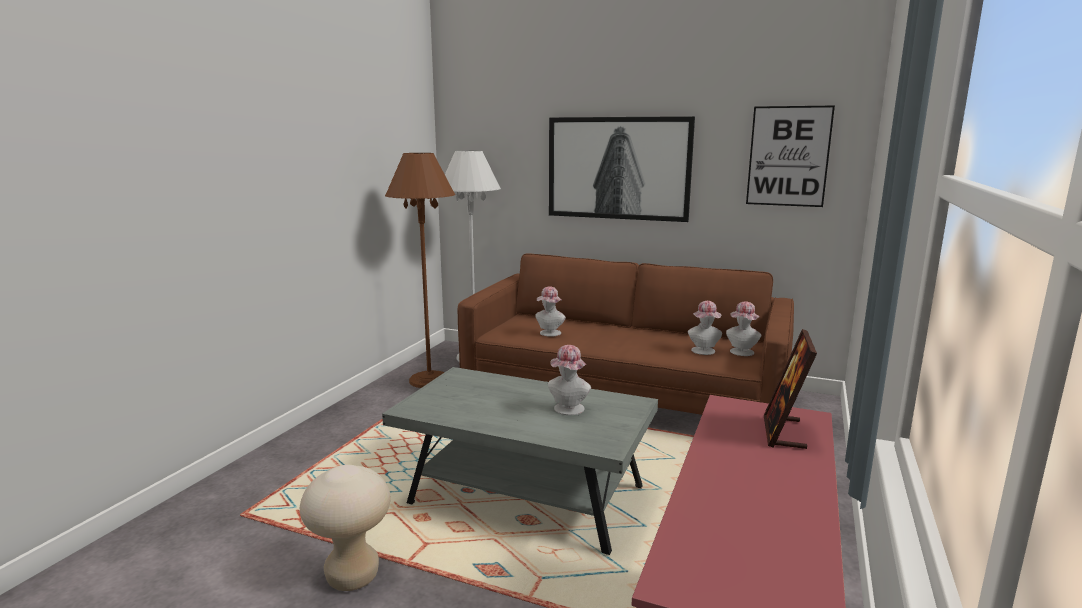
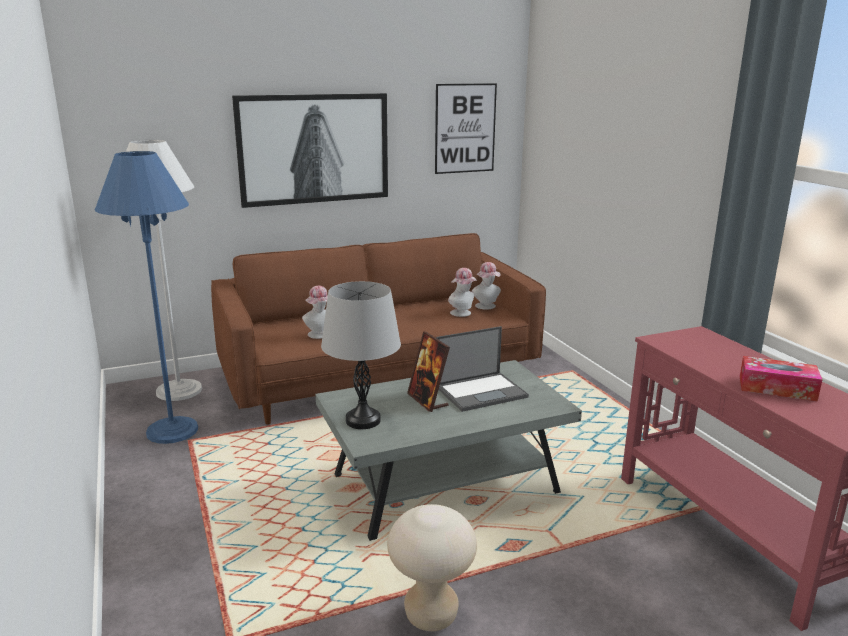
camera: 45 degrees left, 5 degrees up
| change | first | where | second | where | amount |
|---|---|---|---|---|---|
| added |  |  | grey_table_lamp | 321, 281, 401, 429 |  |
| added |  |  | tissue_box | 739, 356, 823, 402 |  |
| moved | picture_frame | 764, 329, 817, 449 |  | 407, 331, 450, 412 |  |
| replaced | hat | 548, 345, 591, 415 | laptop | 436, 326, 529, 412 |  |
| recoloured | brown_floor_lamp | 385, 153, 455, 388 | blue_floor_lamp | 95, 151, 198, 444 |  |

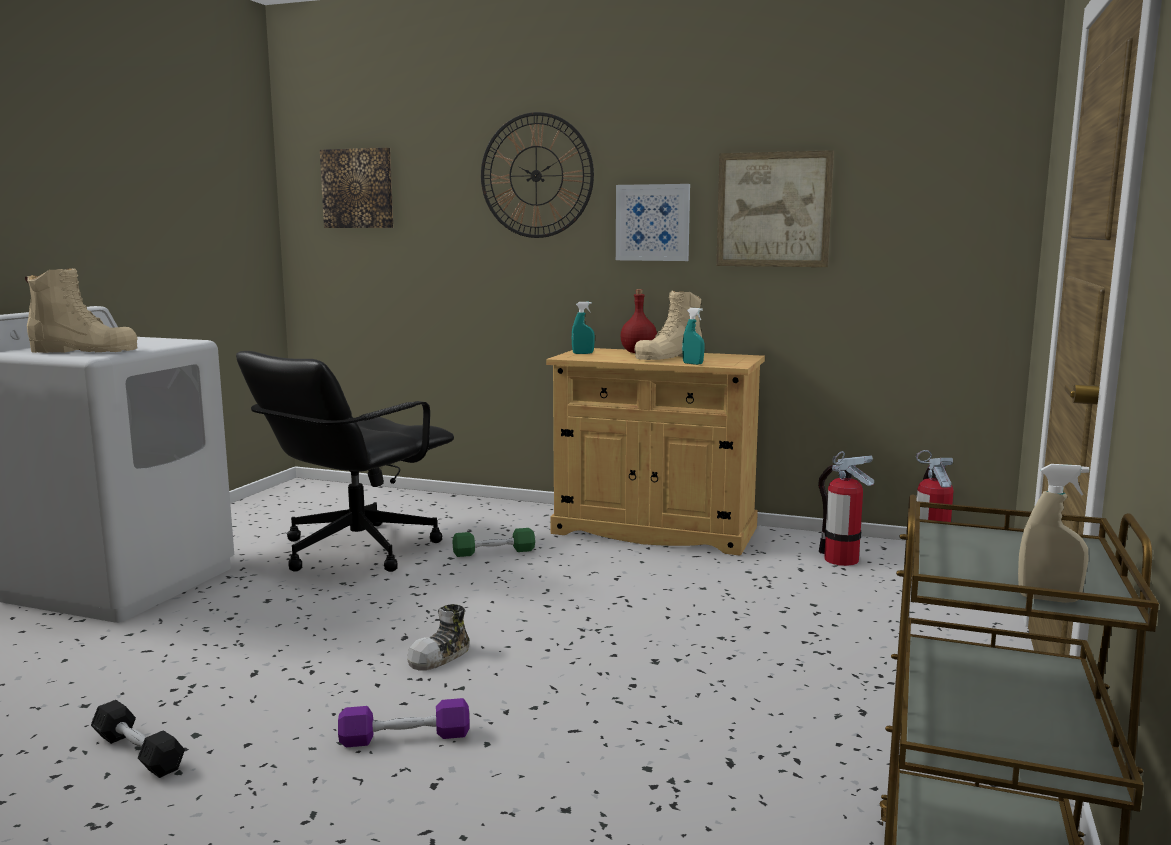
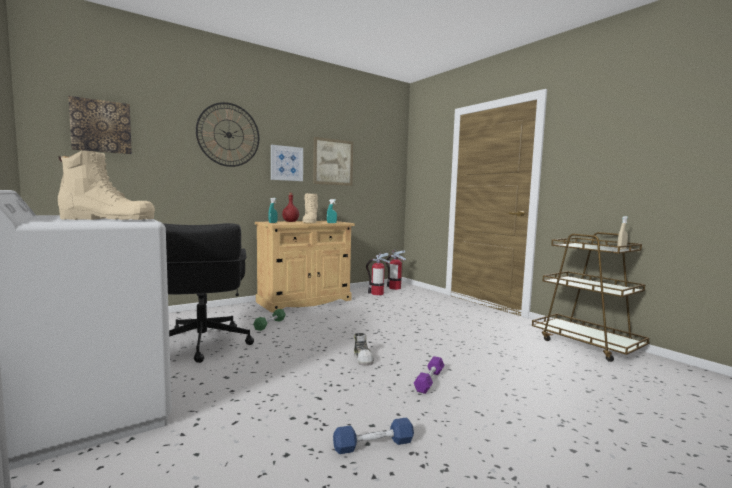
camera: 55 degrees left, 5 degrees down
| change | first | where | second | where | amount |
|---|---|---|---|---|---|
| recoloured | black_dumbbell | 91, 700, 185, 778 | blue_dumbbell | 333, 417, 414, 454 |  |
| turned | beige_boot | 25, 268, 137, 353 |  | 58, 150, 155, 220 | 45 degrees clockwise |

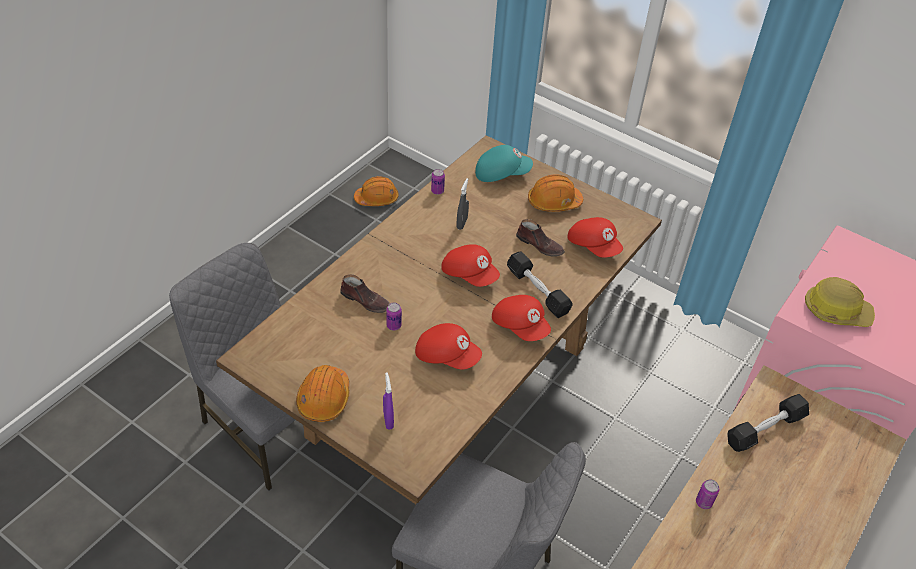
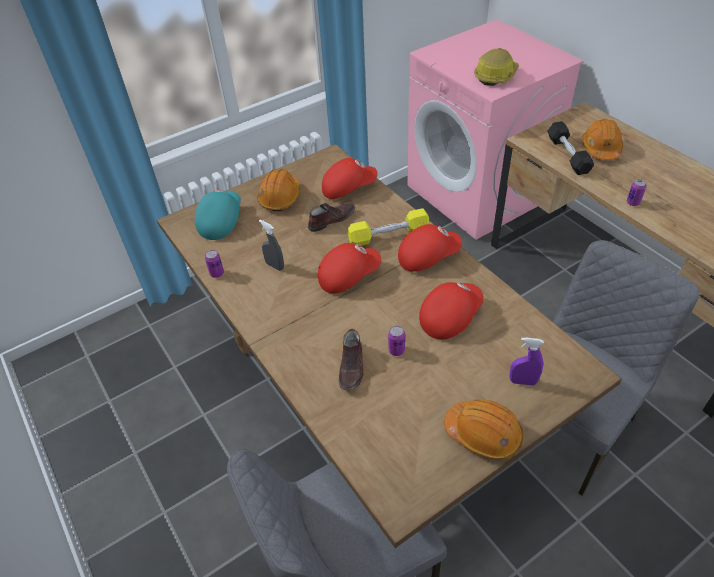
camera: 65 degrees left, 0 degrees up
| change | first | where | second | where | amount |
|---|---|---|---|---|---|
| moved | orange_hard_hat | 354, 176, 398, 206 |  | 582, 119, 623, 160 |  |
| recoloured | black_dumbbell | 507, 252, 573, 318 | yellow_dumbbell | 348, 208, 430, 246 |  |
| turned | brown_shoe | 340, 274, 390, 313 |  | 339, 329, 363, 391 | 135 degrees clockwise |

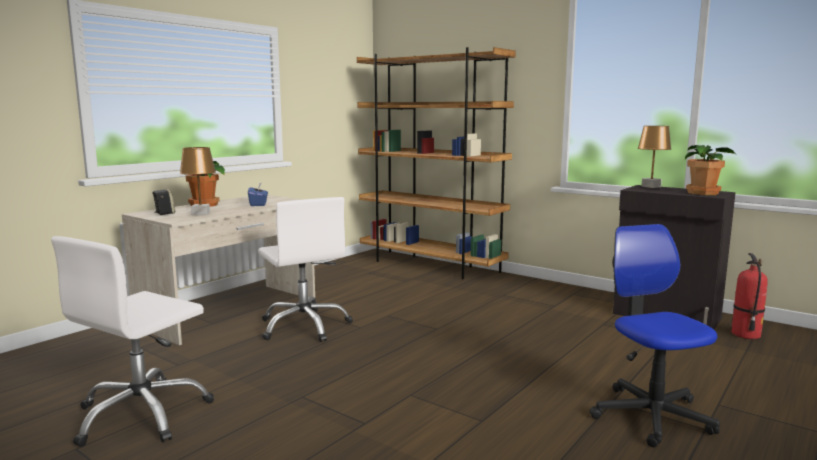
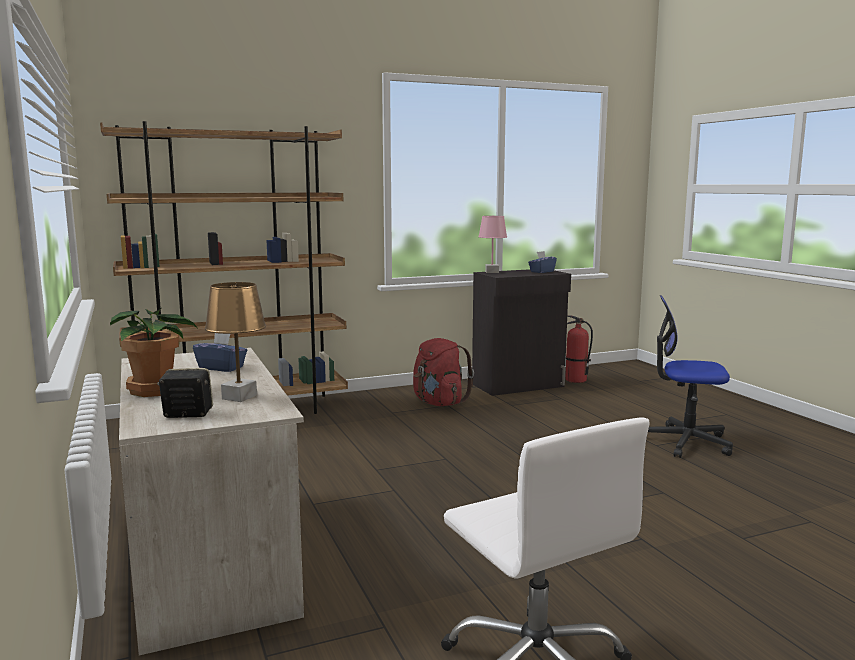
camera: 60 degrees left, 0 degrees up
| change | first | where | second | where | amount |
|---|---|---|---|---|---|
| removed | white_office_chair | 258, 197, 353, 342 |  |  |  |
| added |  |  | red_backpack | 413, 338, 474, 406 |  |
| replaced | potted_plant | 685, 145, 737, 195 | blue_tissue_box | 528, 251, 557, 273 |  |
| recoloured | brown_table_lamp | 638, 126, 671, 188 | pink_table_lamp | 478, 216, 507, 273 |  |

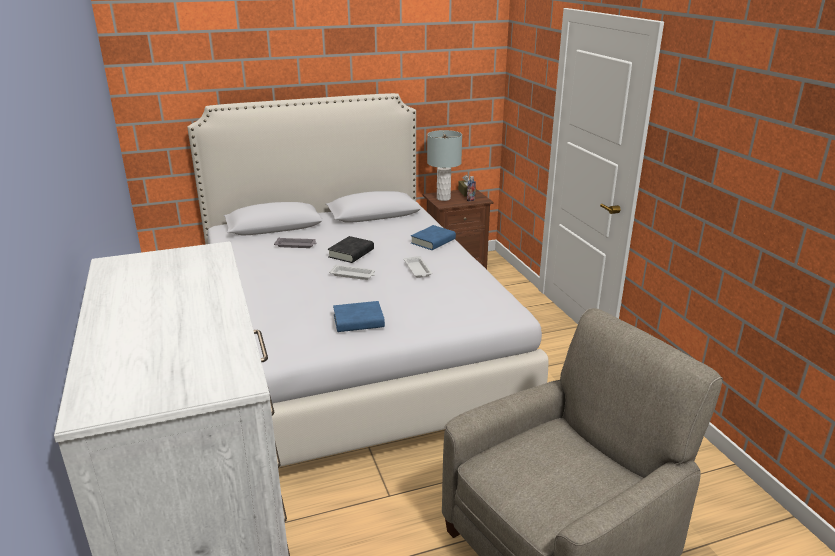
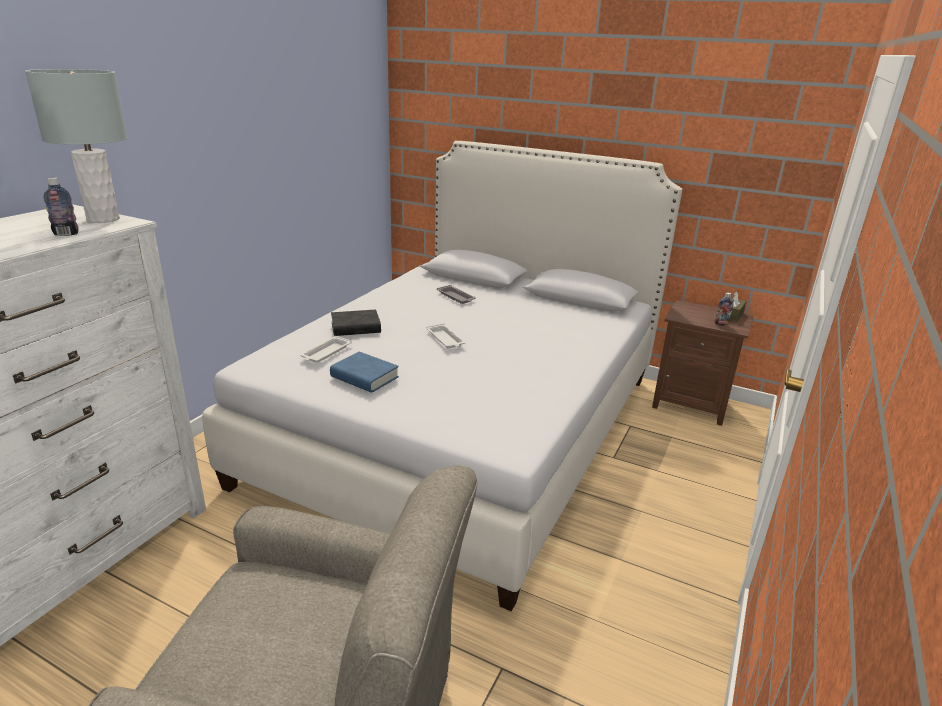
camera: 45 degrees right, 0 degrees up
| change | first | where | second | where | amount |
|---|---|---|---|---|---|
| removed | blue_book | 411, 225, 456, 250 |  |  |  |
| added |  |  | bottle | 43, 177, 79, 236 |  |
| moved | black_book | 328, 236, 374, 263 |  | 331, 309, 381, 336 |  |
| moved | white_tray | 404, 256, 432, 278 |  | 300, 336, 352, 363 |  |
| moved | grey_table_lamp | 427, 130, 462, 201 |  | 25, 69, 127, 223 |  |

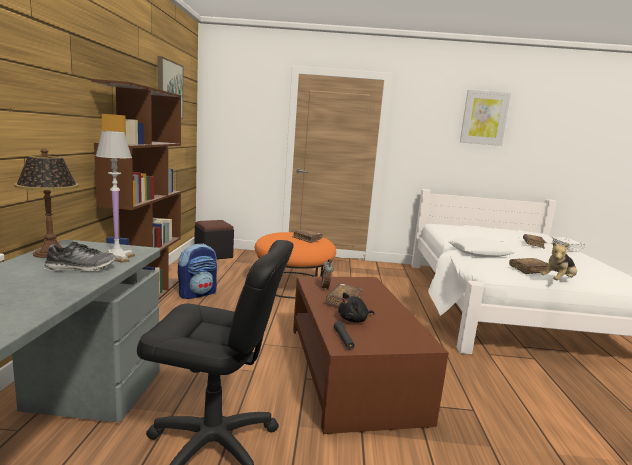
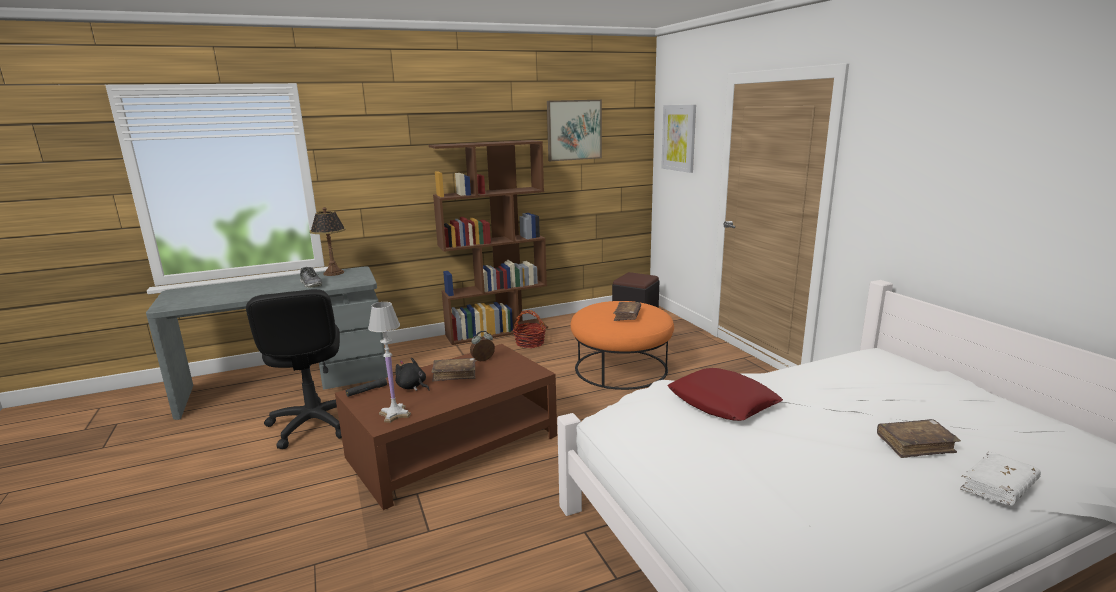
camera: 65 degrees right, 5 degrees up
| change | first | where | second | where | amount |
|---|---|---|---|---|---|
| removed | brown_book | 509, 258, 548, 274 |  |  |  |
| removed | plush_toy | 540, 242, 577, 280 |  |  |  |
| moved | white_table_lamp | 95, 131, 135, 263 |  | 368, 302, 411, 423 |  |
| moved | picture | 460, 90, 511, 146 |  | 661, 105, 696, 173 |  |
| replaced | backpack | 178, 244, 217, 299 | basket | 513, 310, 546, 348 |  |
| recoloured | white_pillow | 448, 237, 515, 257 | red_pillow | 668, 368, 783, 421 |  |

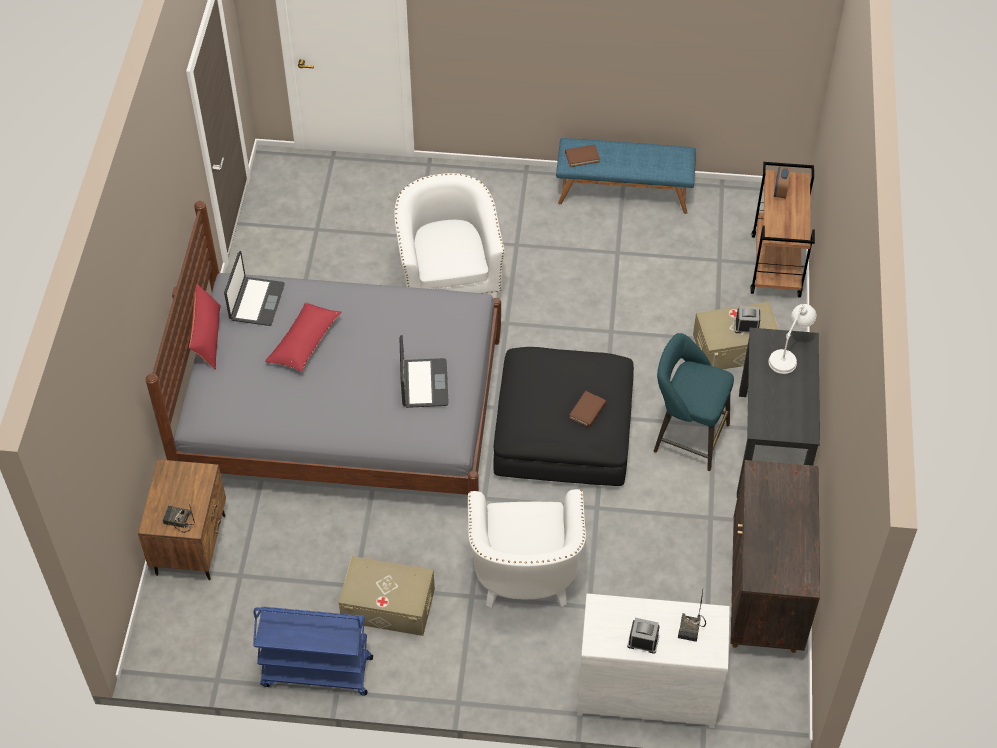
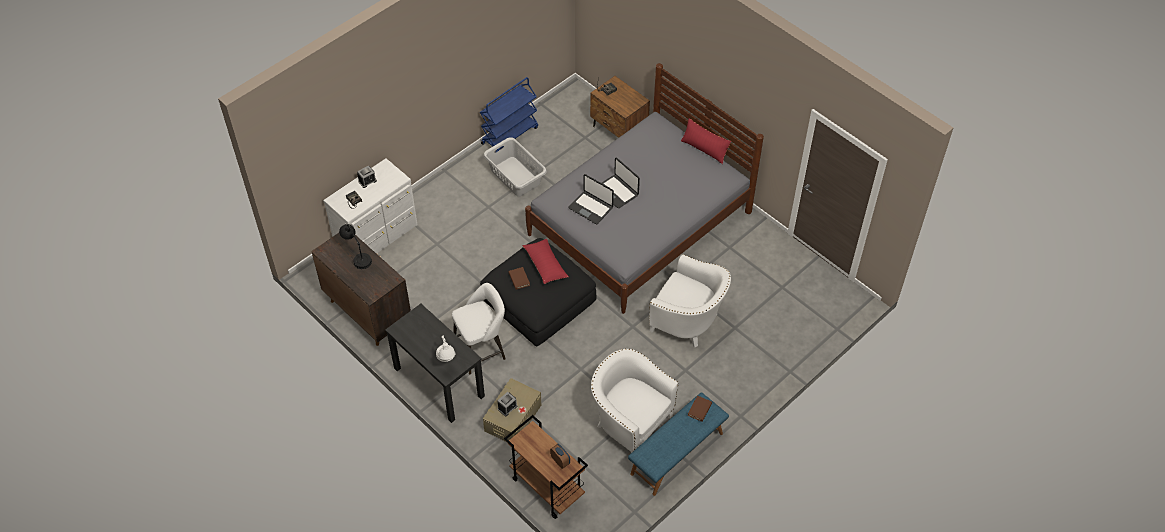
camera: 130 degrees right, 0 degrees up
| change | first | where | second | where | amount |
|---|---|---|---|---|---|
| added |  |  | black_table_lamp | 339, 224, 372, 269 |  |
| moved | laptop | 224, 251, 285, 326 |  | 602, 158, 640, 208 |  |
| moved | red_pillow | 265, 303, 342, 372 |  | 522, 239, 569, 284 |  |
| moved | white_armchair | 468, 489, 586, 608 |  | 591, 349, 678, 453 |  |
| replaced | beige_storage_box | 339, 556, 435, 636 | grey_laundry_basket | 483, 137, 547, 196 |  |
| recoloured | turquoise_stool | 654, 333, 734, 471 | white_stool | 452, 283, 506, 374 |  |

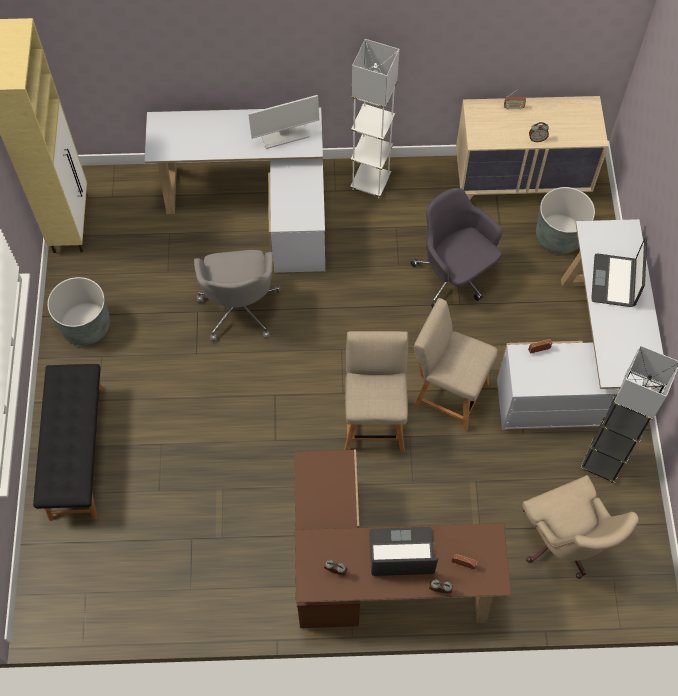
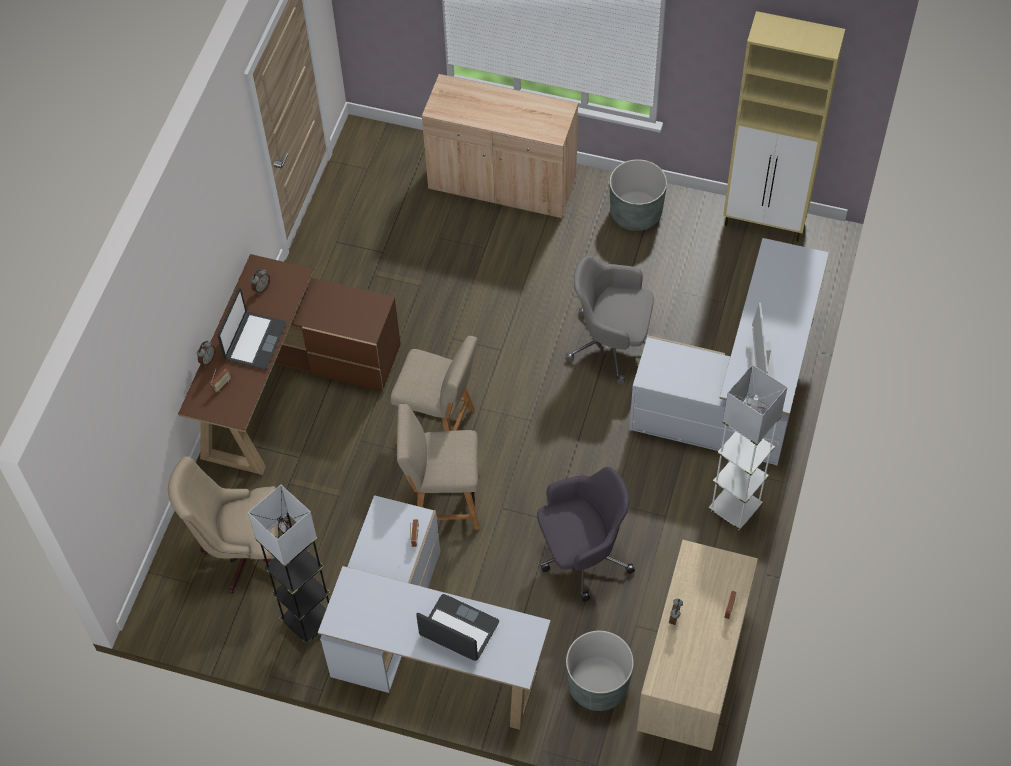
camera: 110 degrees right, 5 degrees down
| change | first | where | second | where | amount |
|---|---|---|---|---|---|
| replaced | black_bench | 33, 364, 105, 521 | beige_cabinet | 422, 74, 578, 218 |  |
| turned | beige_chair | 413, 298, 498, 432 |  | 397, 404, 480, 530 | 135 degrees counterclockwise |

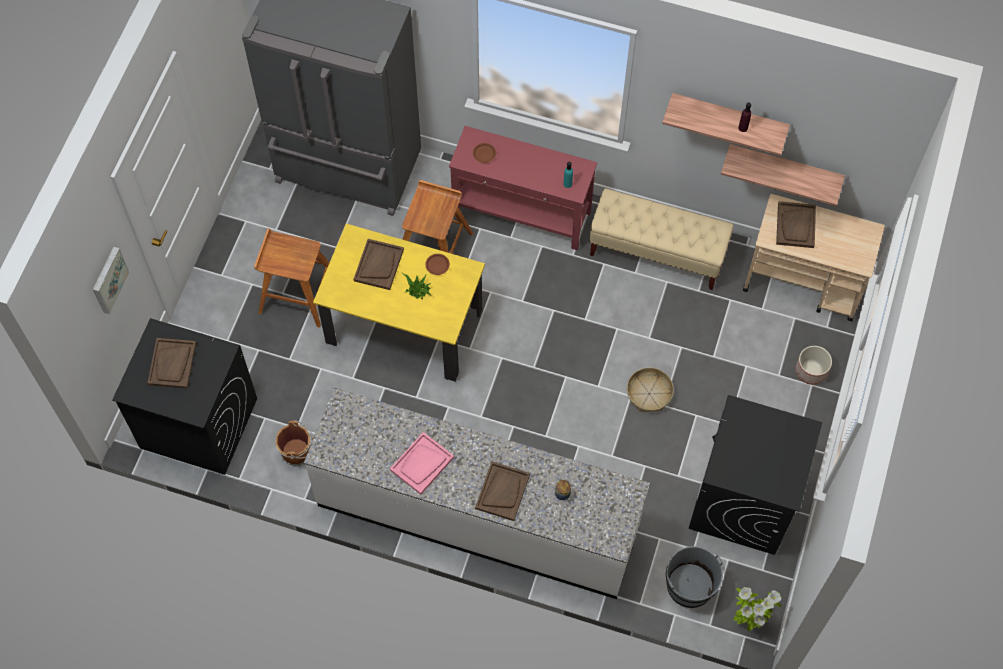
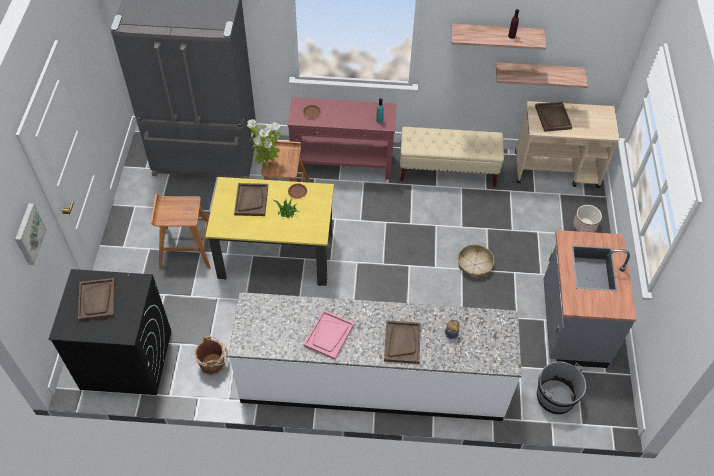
camera: 15 degrees left, 10 degrees down
| change | first | where | second | where | amount |
|---|---|---|---|---|---|
| moved | potted_plant | 733, 587, 782, 631 |  | 246, 119, 283, 169 |  |
| replaced | black_washing_machine | 689, 395, 822, 555 | grey_counter | 544, 230, 636, 368 |  |

